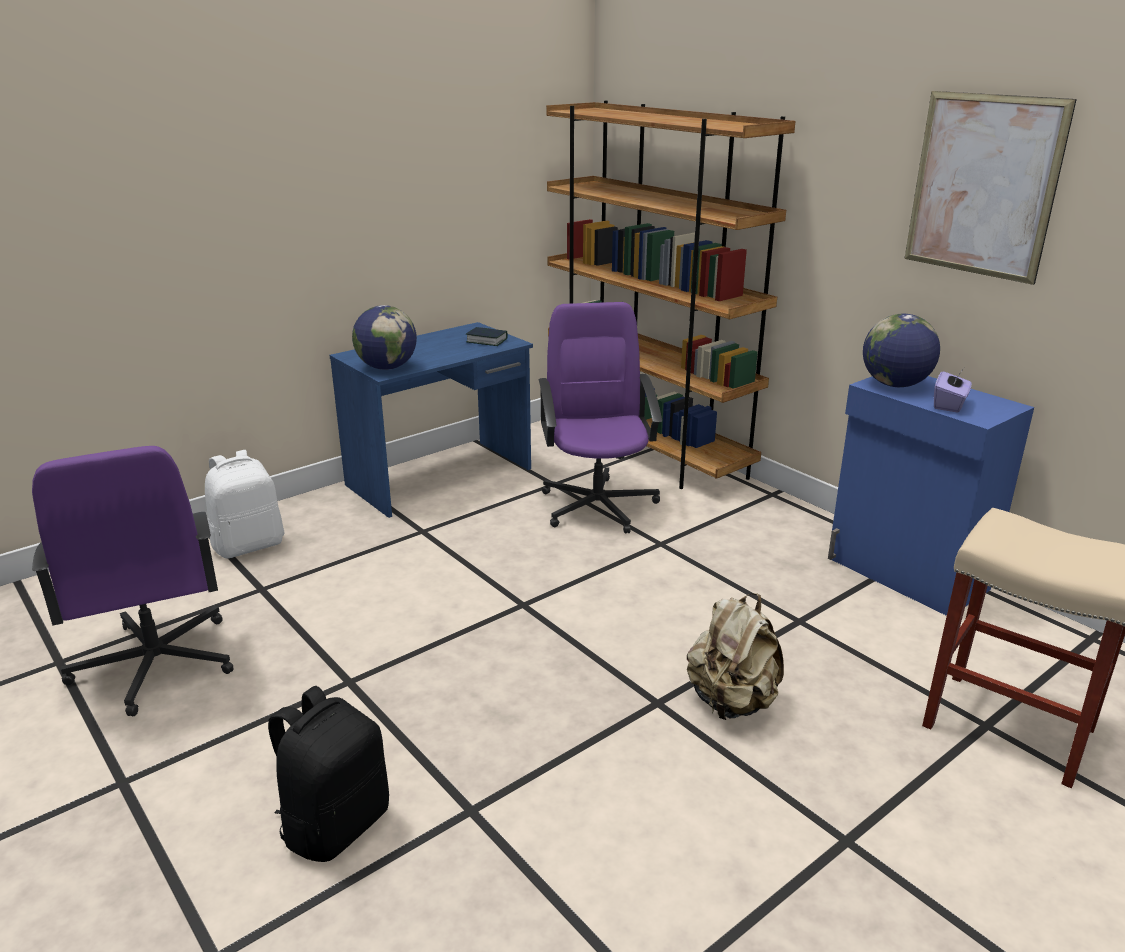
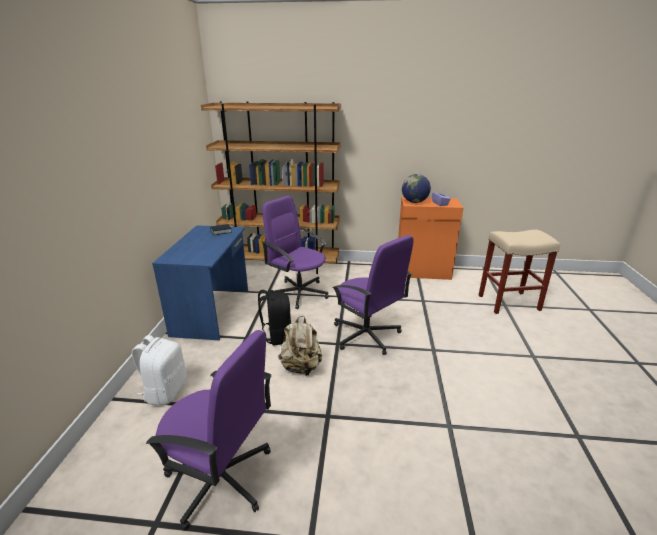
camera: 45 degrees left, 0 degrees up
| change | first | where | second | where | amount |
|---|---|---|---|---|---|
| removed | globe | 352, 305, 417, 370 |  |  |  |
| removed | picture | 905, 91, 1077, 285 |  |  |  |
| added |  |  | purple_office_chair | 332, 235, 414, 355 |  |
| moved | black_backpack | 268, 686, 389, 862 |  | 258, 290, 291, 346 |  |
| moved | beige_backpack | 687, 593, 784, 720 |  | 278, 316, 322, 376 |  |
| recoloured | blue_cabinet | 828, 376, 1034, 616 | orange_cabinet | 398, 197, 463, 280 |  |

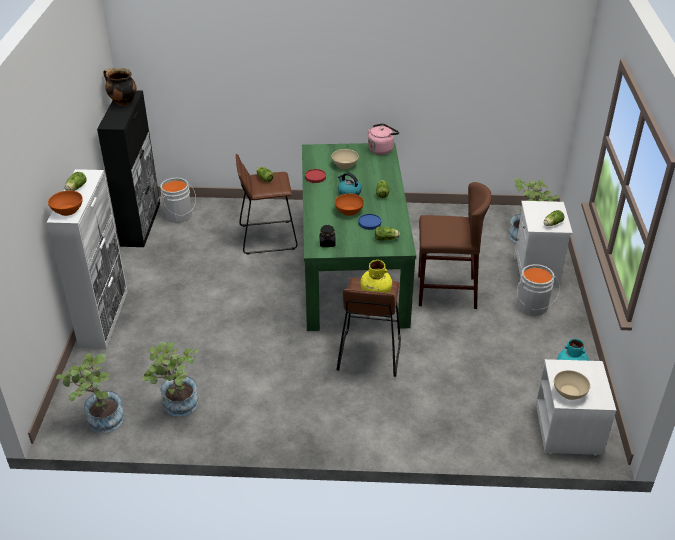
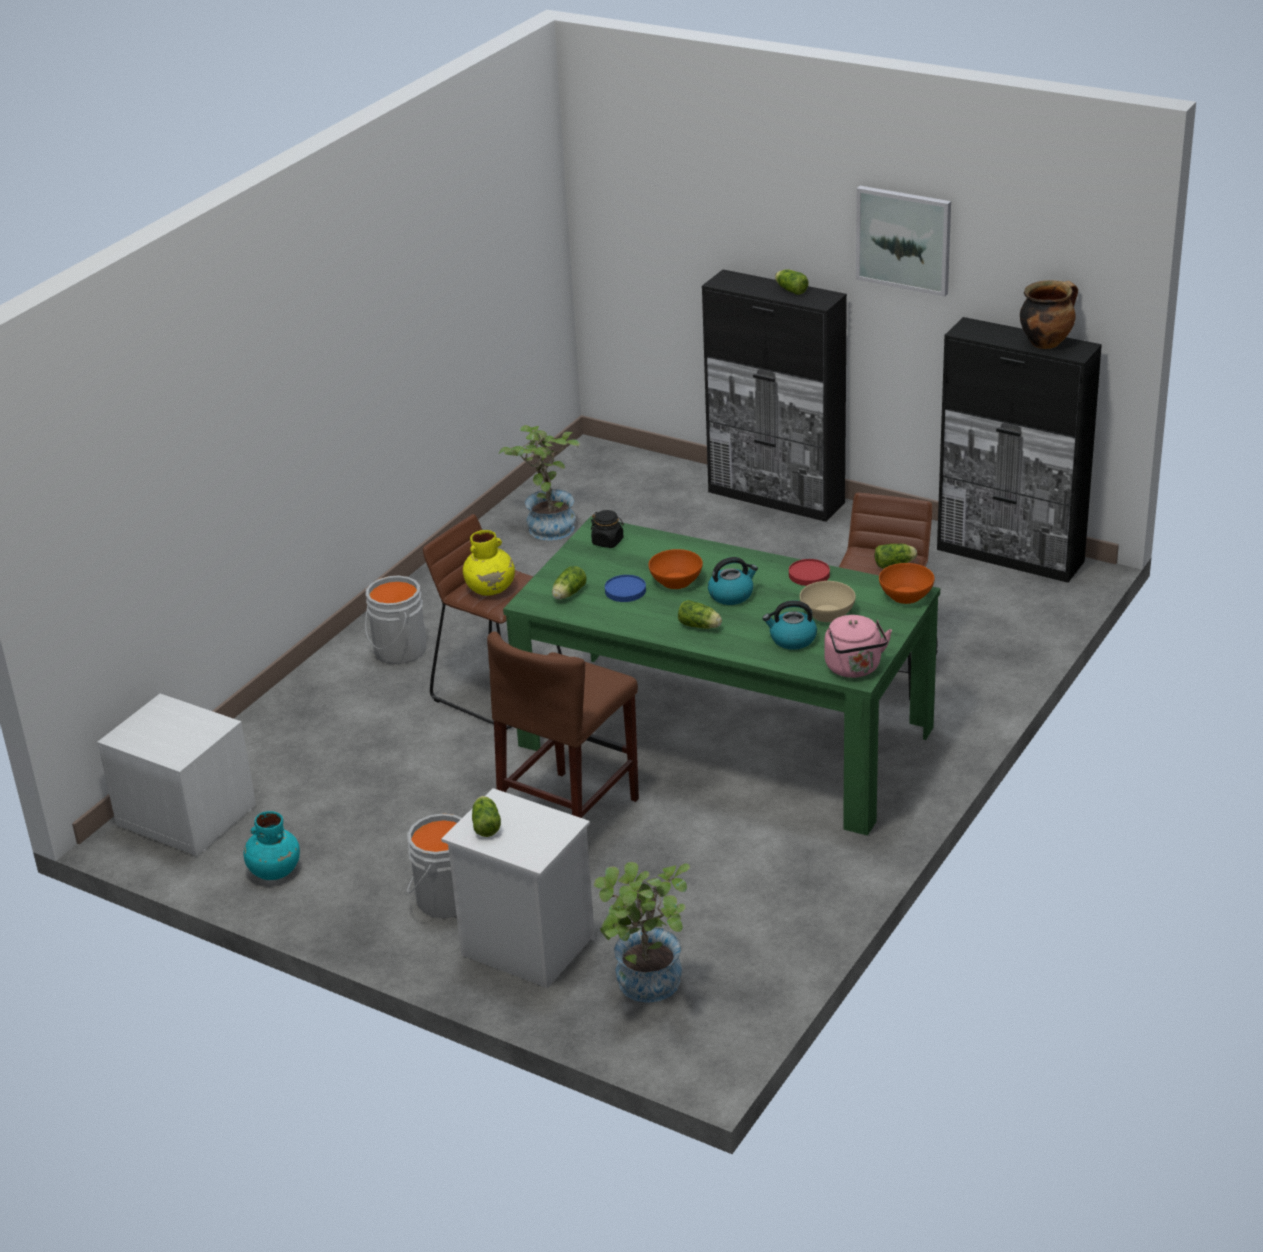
camera: 120 degrees right, 5 degrees down
| change | first | where | second | where | amount |
|---|---|---|---|---|---|
| removed | potted_plant | 56, 353, 124, 433 |  |  |  |
| removed | beige_bowl | 554, 370, 590, 400 |  |  |  |
| added |  |  | kettle | 763, 600, 817, 650 |  |
| added |  |  | picture | 856, 186, 951, 297 |  |
| moved | orange_bowl | 48, 191, 83, 216 |  | 879, 563, 935, 604 |  |
| moved | grey_bucket | 160, 178, 196, 223 |  | 365, 575, 426, 664 |  |
| recoloured | white_cabinet | 47, 169, 128, 349 | black_cabinet | 702, 270, 847, 522 |  |

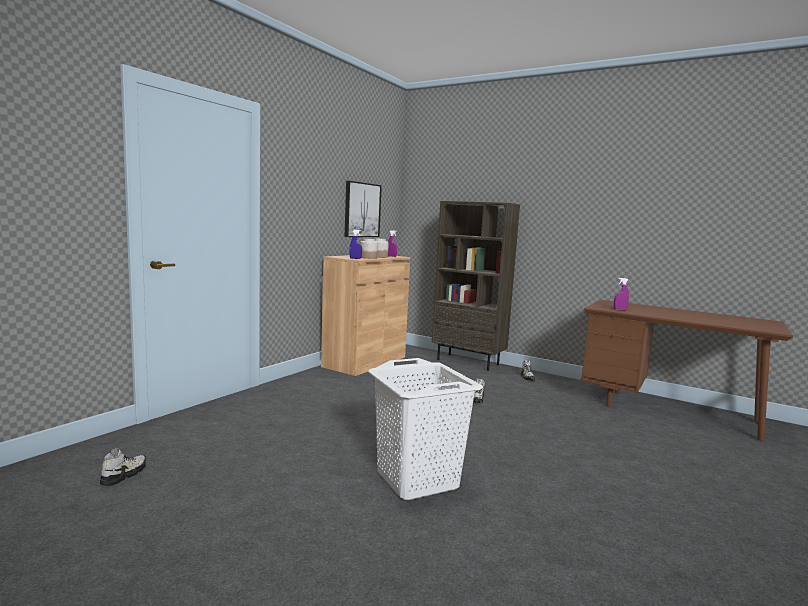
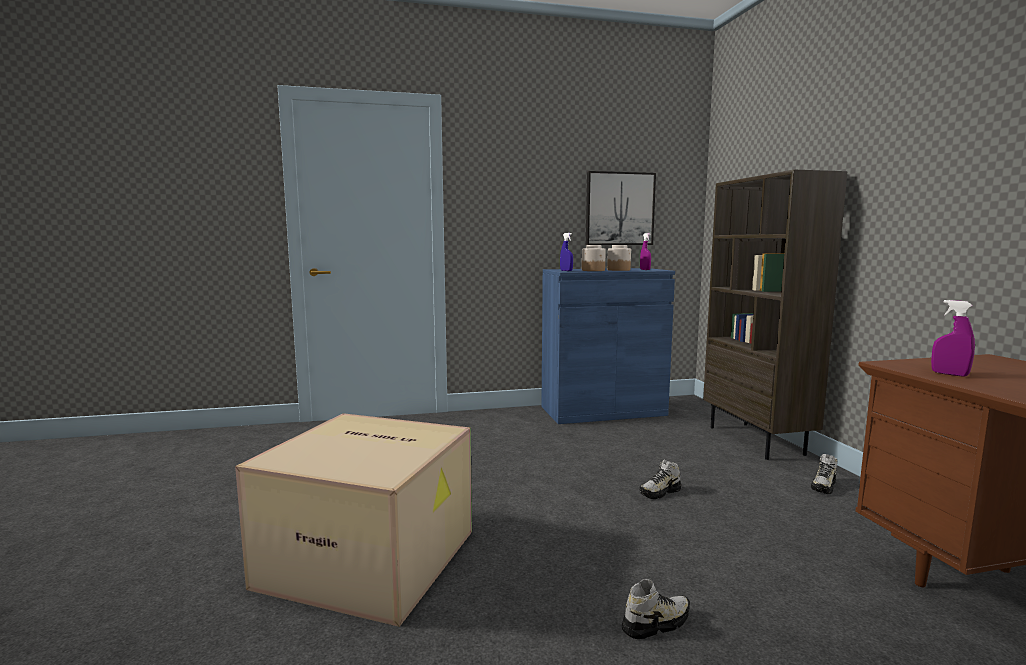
camera: 45 degrees right, 0 degrees up
| change | first | where | second | where | amount |
|---|---|---|---|---|---|
| moved | shoe | 100, 448, 146, 486 |  | 622, 579, 690, 639 |  |
| replaced | white_laundry_basket | 368, 358, 483, 500 | cardboard_box | 235, 413, 472, 627 |  |
| recoloured | brown_cabinet | 321, 255, 410, 376 | blue_cabinet | 541, 268, 675, 424 |  |

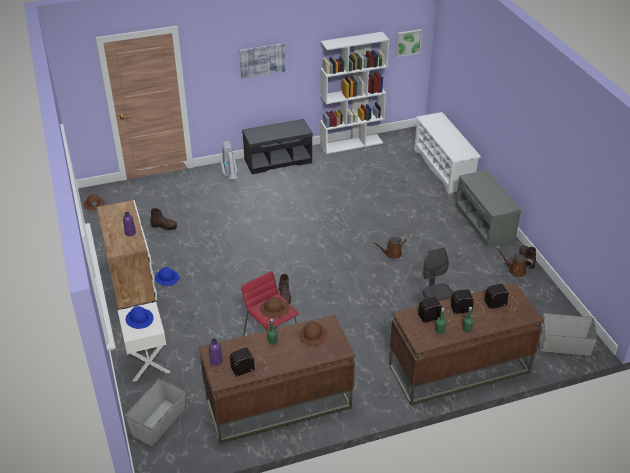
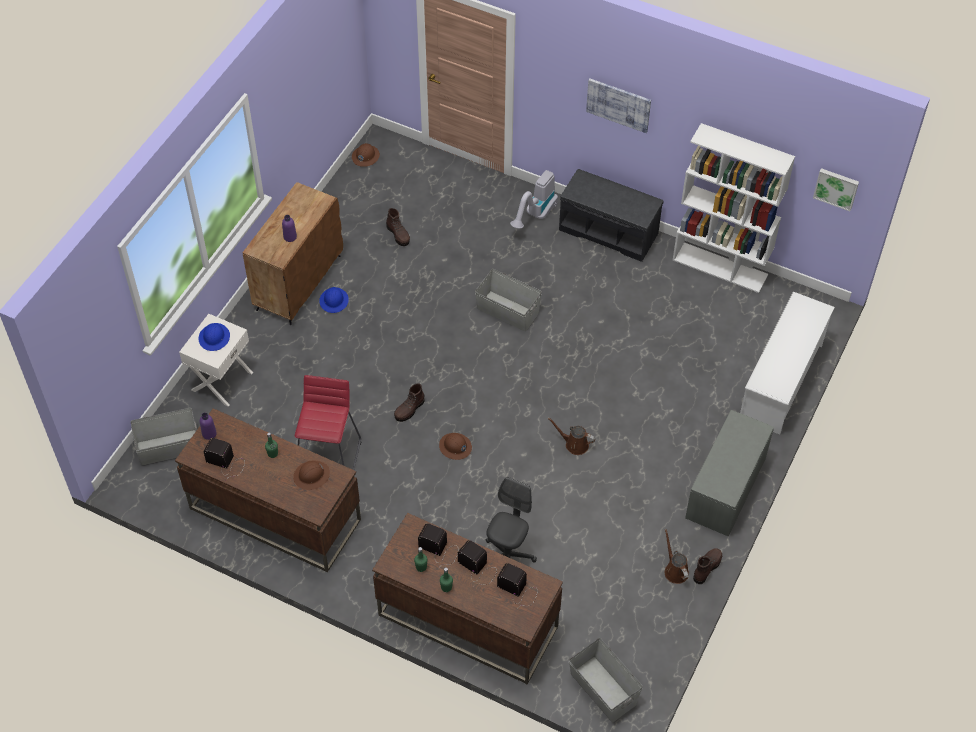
camera: 45 degrees right, 15 degrees up
| change | first | where | second | where | amount |
|---|---|---|---|---|---|
| added |  |  | grey_storage_box | 475, 269, 542, 332 |  |
| moved | brown_hard_hat | 260, 297, 290, 318 |  | 439, 433, 472, 460 |  |
| recoloured | white_cabinet | 97, 200, 157, 309 | brown_cabinet | 242, 182, 343, 325 |  |

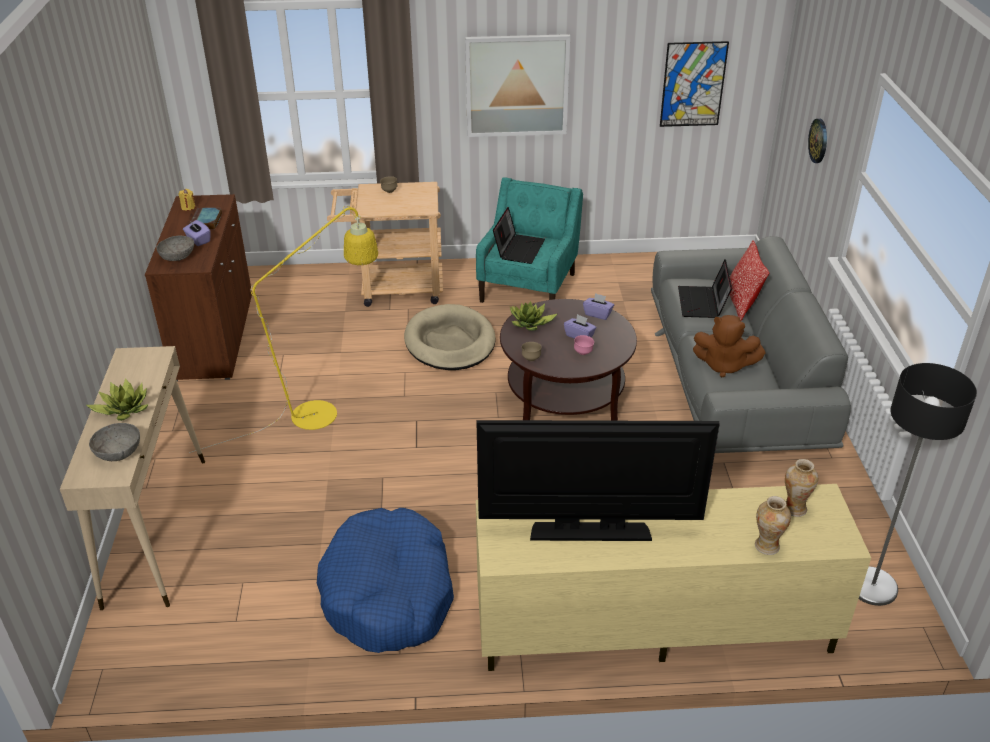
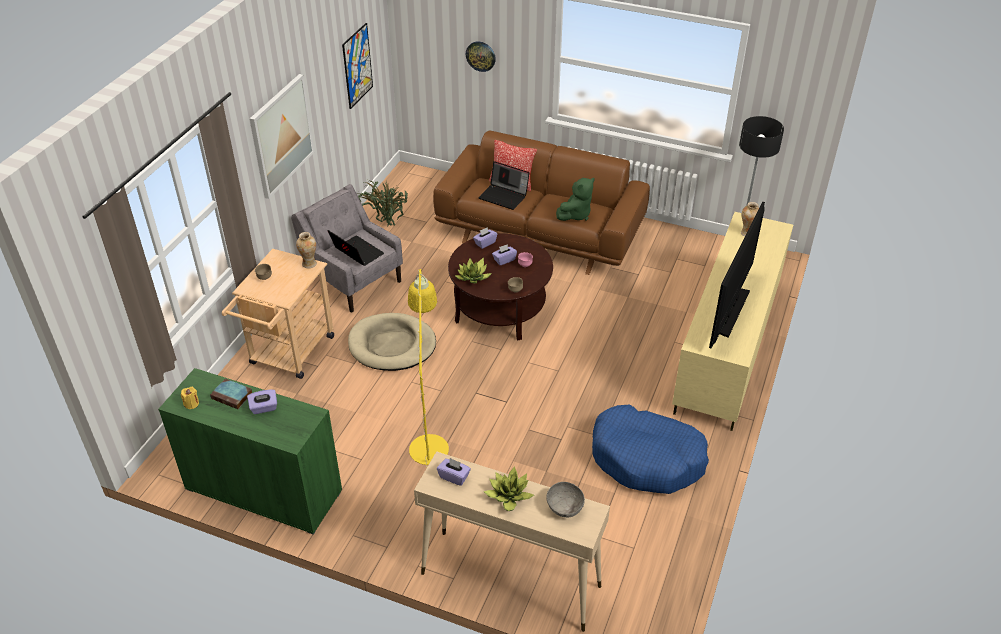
camera: 65 degrees left, 5 degrees up
| change | first | where | second | where | amount |
|---|---|---|---|---|---|
| removed | grey_bowl | 156, 236, 194, 261 |  |  |  |
| added |  |  | potted_plant | 358, 180, 408, 226 |  |
| added |  |  | purple_tissue_box | 437, 458, 471, 486 |  |
| moved | vase | 755, 496, 791, 555 |  | 296, 232, 317, 268 |  |
| recoloured | brown_cabinet | 145, 194, 252, 382 | green_cabinet | 158, 368, 342, 535 |  |
| recoloured | turquoise_armchair | 476, 177, 583, 303 | grey_armchair | 291, 184, 403, 312 |  |
| recoloured | grey_sofa | 651, 236, 851, 453 | brown_sofa | 433, 130, 650, 275 |  |
| recoloured | brown_plush_toy | 693, 315, 766, 377 | green_plush_toy | 556, 178, 594, 221 |  |

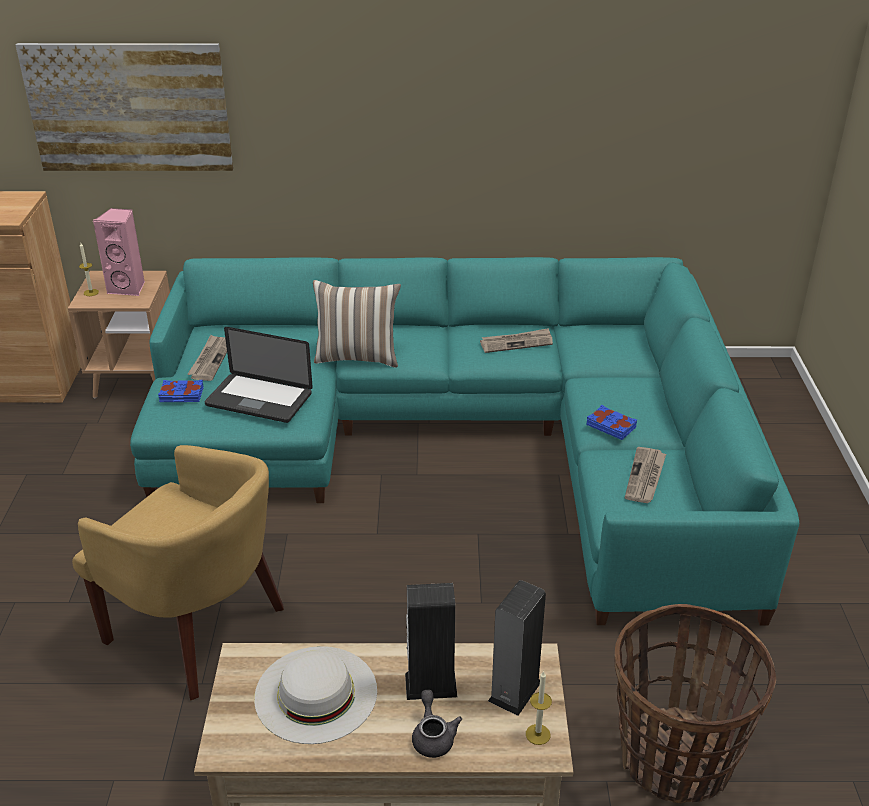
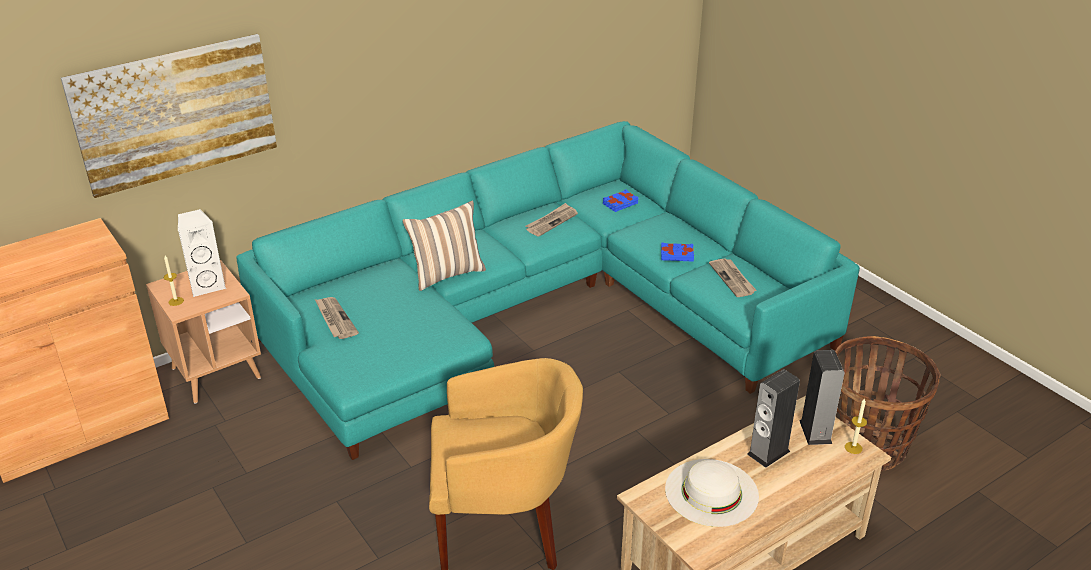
camera: 35 degrees left, 0 degrees up
| change | first | where | second | where | amount |
|---|---|---|---|---|---|
| removed | laptop | 204, 327, 313, 423 |  |  |  |
| removed | grey_teapot | 412, 690, 462, 758 |  |  |  |
| moved | blue_book | 158, 380, 204, 402 |  | 603, 189, 639, 212 |  |
| recoloured | pink_speaker | 92, 208, 145, 296 | white_speaker | 178, 209, 226, 297 |  |

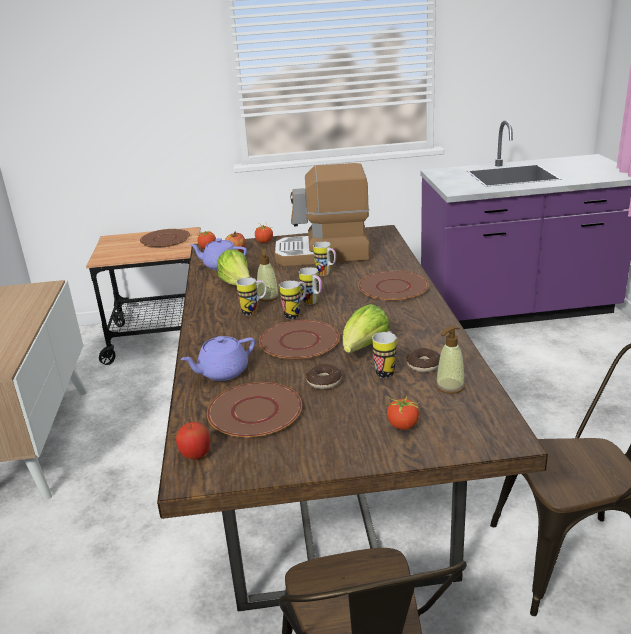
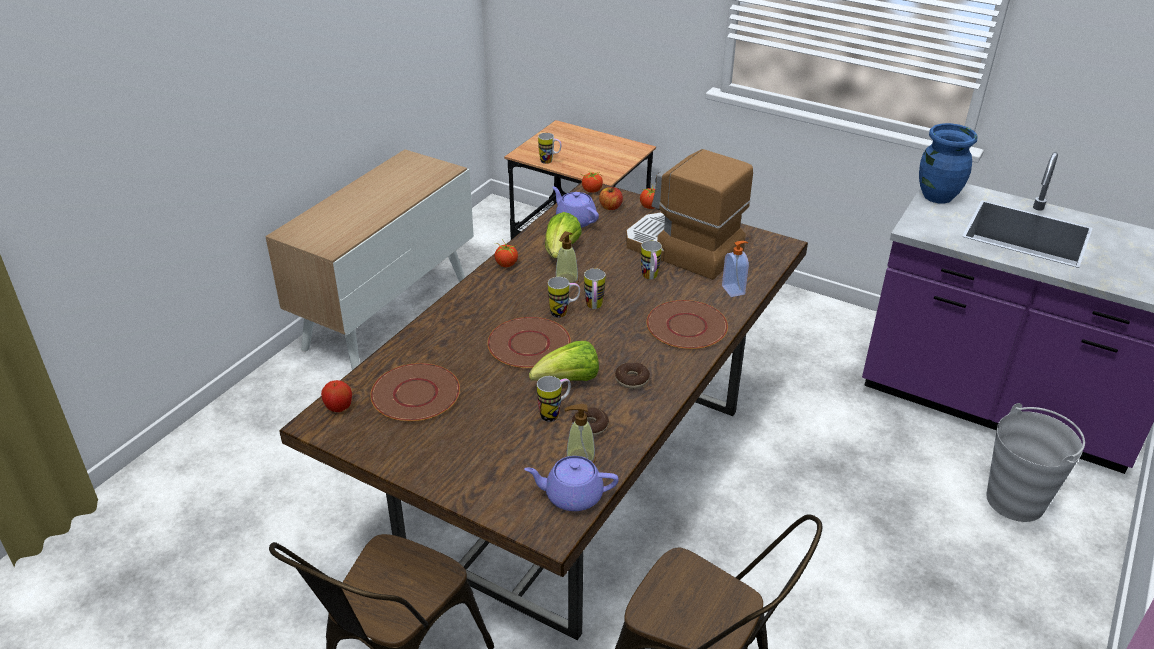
camera: 35 degrees right, 10 degrees up
| change | first | where | second | where | amount |
|---|---|---|---|---|---|
| removed | brown_plate | 140, 229, 190, 248 |  |  |  |
| added |  |  | soap_dispenser | 722, 241, 749, 297 |  |
| added |  |  | blue_vase | 919, 123, 977, 204 |  |
| added |  |  | grey_bucket | 986, 403, 1085, 522 |  |
| moved | purple_teapot | 181, 336, 255, 381 |  | 524, 456, 619, 511 |  |
| moved | mug | 236, 277, 266, 316 |  | 538, 133, 561, 164 |  |
| moved | donut | 306, 364, 342, 389 |  | 615, 362, 650, 389 |  |
| moved | tomato | 386, 396, 420, 430 |  | 494, 239, 518, 267 |  |

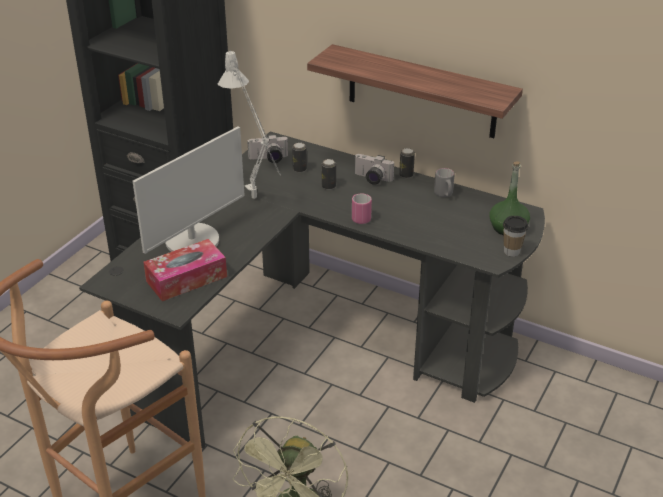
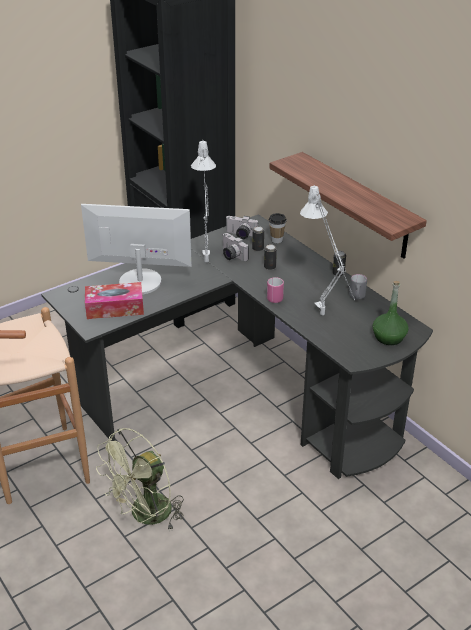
camera: 25 degrees right, 0 degrees up
| change | first | where | second | where | amount |
|---|---|---|---|---|---|
| added |  |  | grey_table_lamp | 300, 185, 355, 315 |  |
| moved | photo_camera | 355, 154, 394, 185 |  | 223, 233, 249, 261 |  |
| moved | cup | 503, 216, 528, 257 |  | 269, 213, 287, 243 |  |
| turned | monitor | 133, 126, 245, 254 |  | 81, 204, 192, 295 | 150 degrees counterclockwise |

